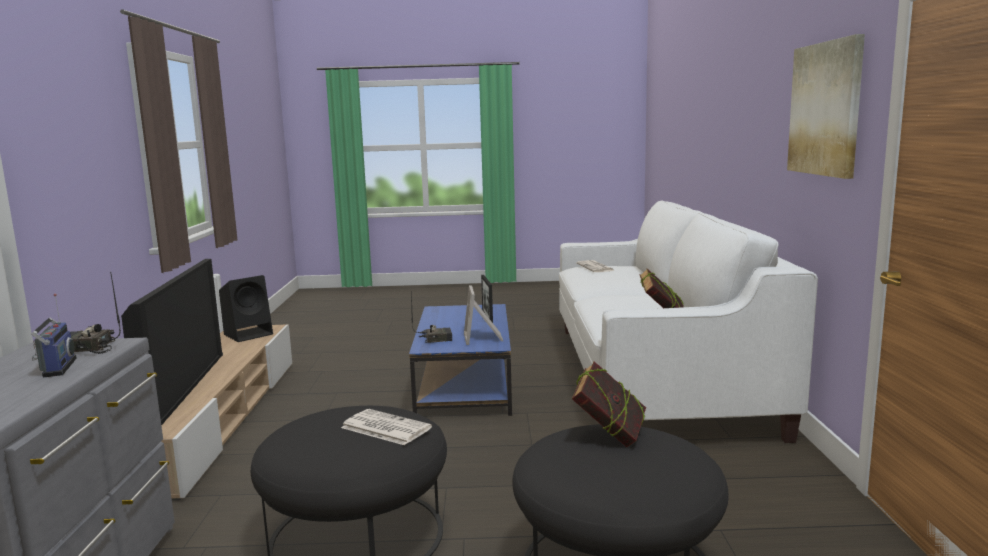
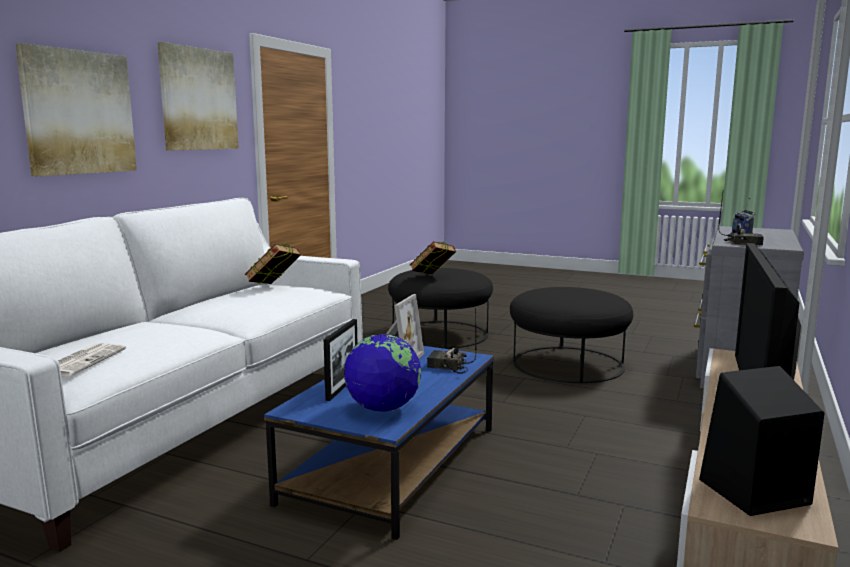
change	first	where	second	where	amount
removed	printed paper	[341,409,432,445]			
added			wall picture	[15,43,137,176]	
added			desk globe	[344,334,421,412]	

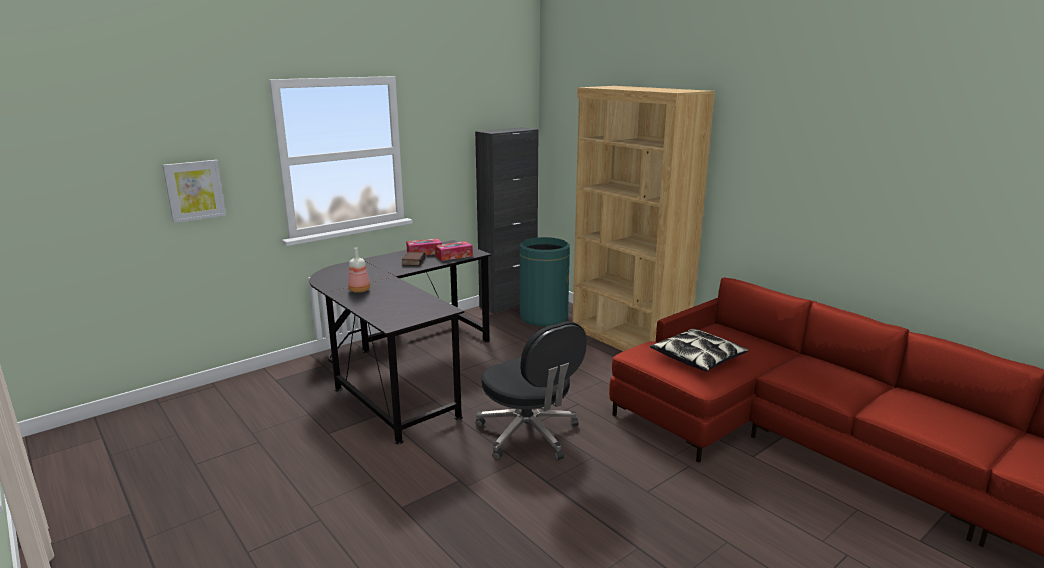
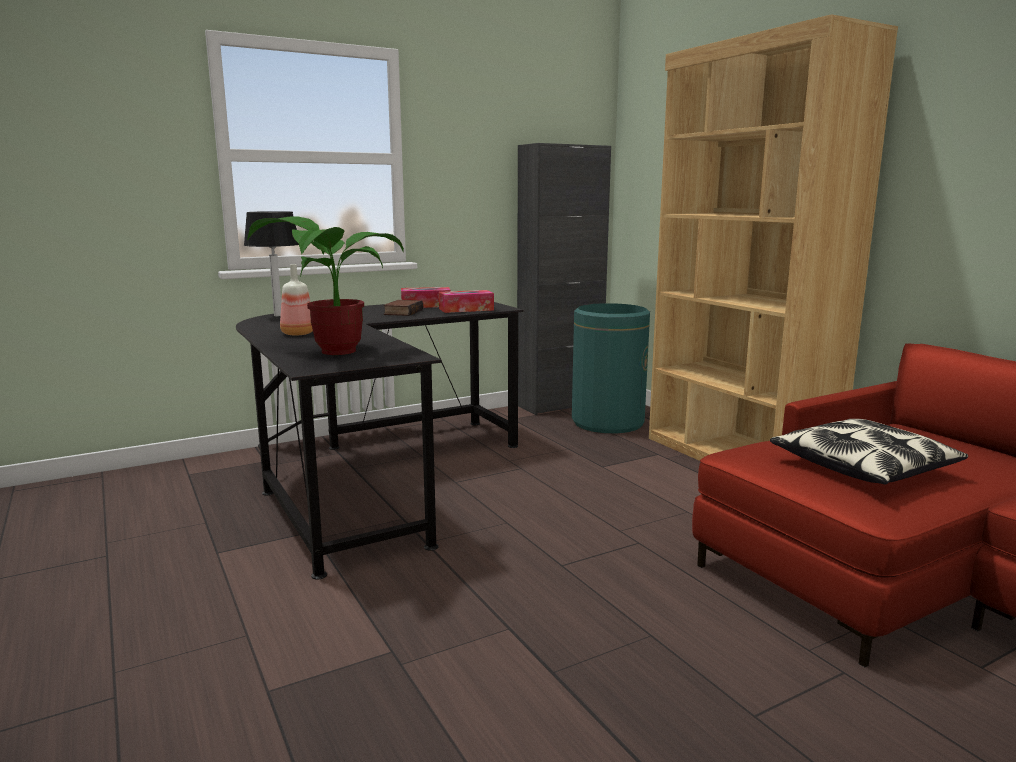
change	first	where	second	where	amount
removed	wall picture	[162,160,226,223]			
removed	blackish desk chair	[476,321,587,460]			
added			table lamp	[244,211,299,316]	
added			houseplant	[247,217,404,355]	

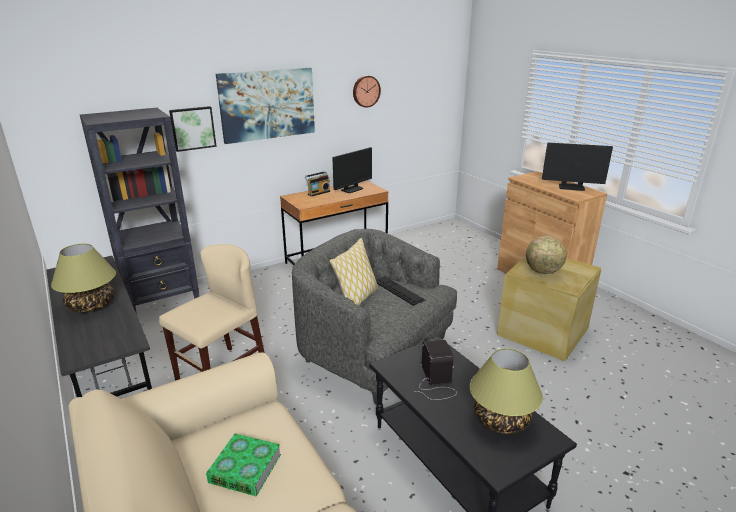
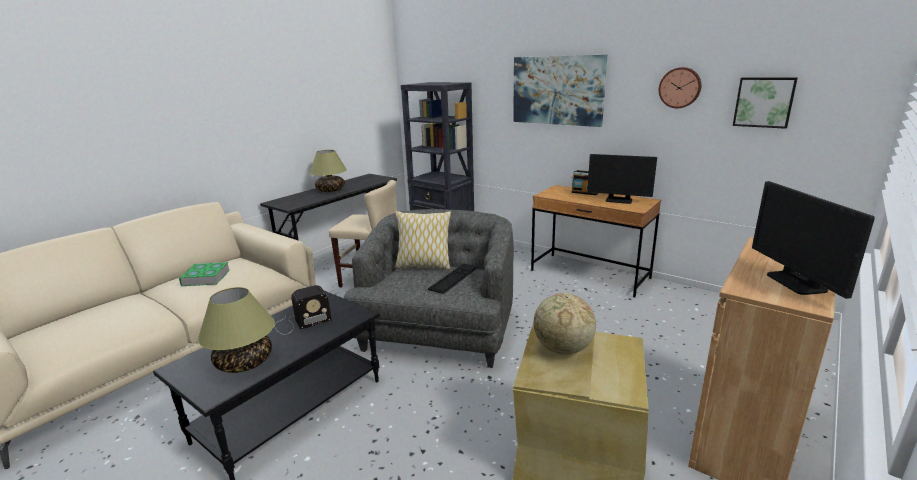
change	first	where	second	where	amount
moved	wall picture	[169,106,217,152]		[733,78,798,129]	

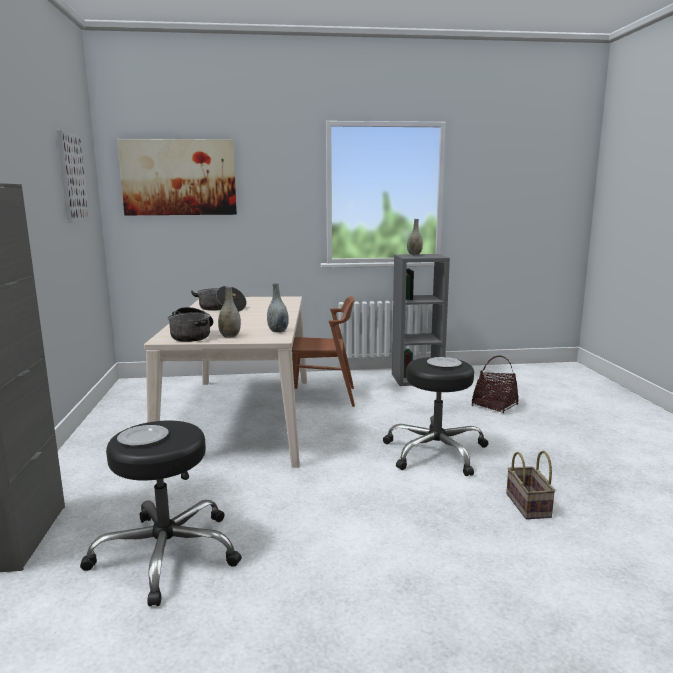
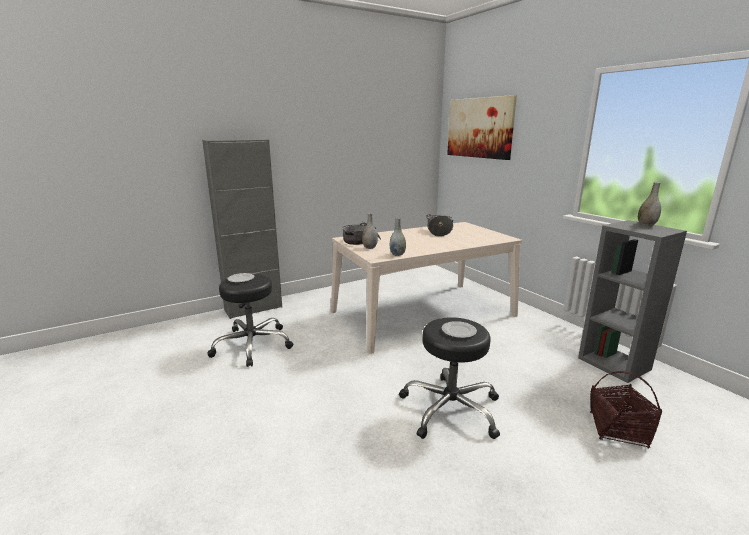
change	first	where	second	where	amount
removed	wall picture	[57,130,90,223]			
removed	brown-coloured plain chair	[292,296,355,407]			
removed	household basket	[506,451,556,519]			

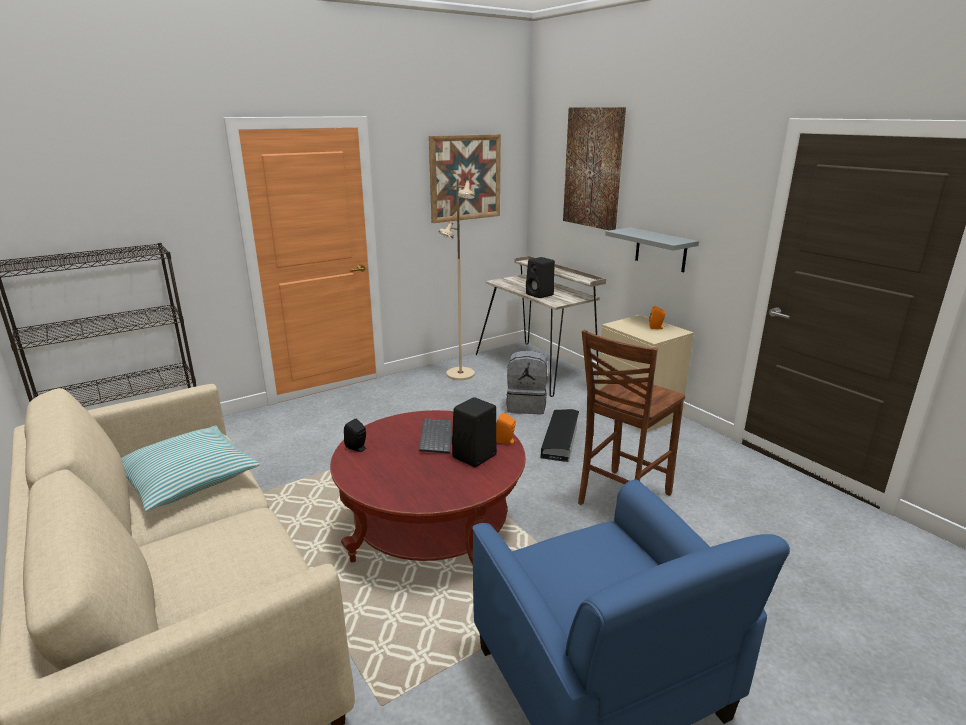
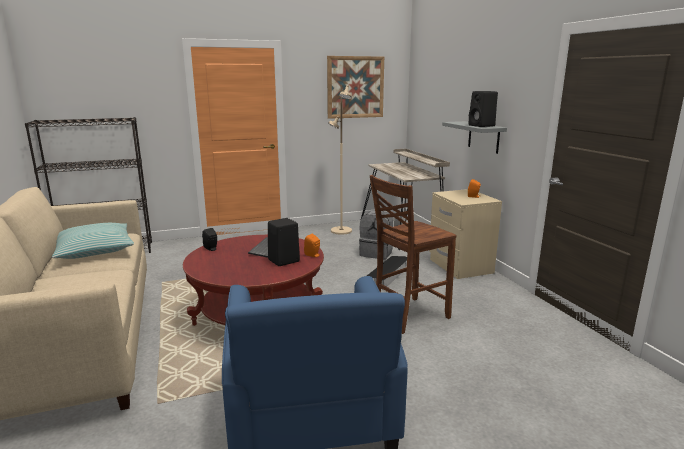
change	first	where	second	where	amount
removed	wall picture	[563,107,626,230]			
moved	blackish speaker	[526,257,555,298]		[469,91,498,127]	

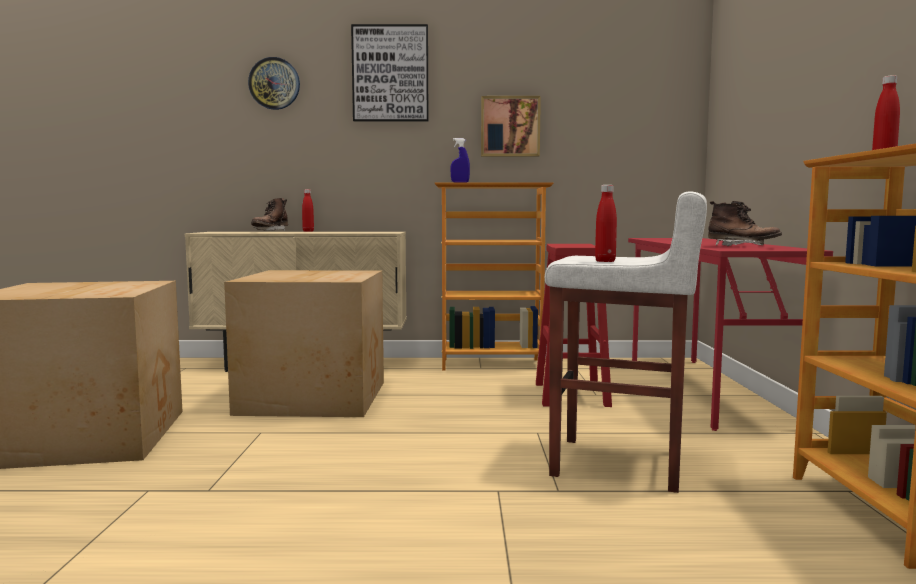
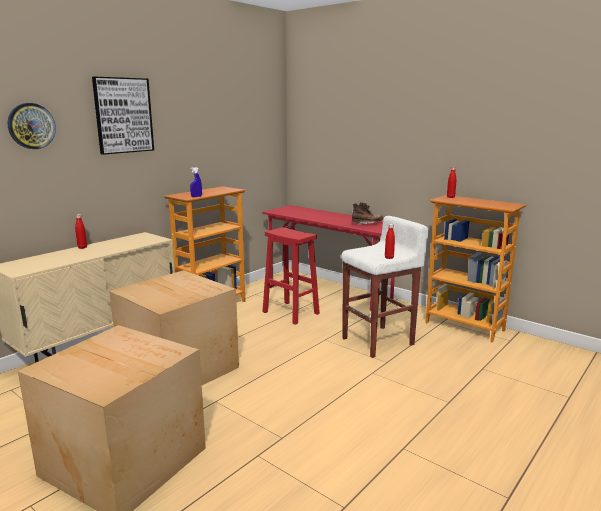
change	first	where	second	where	amount
removed	brown-coloured boot	[251,198,288,231]			
removed	wall picture	[481,96,541,157]			

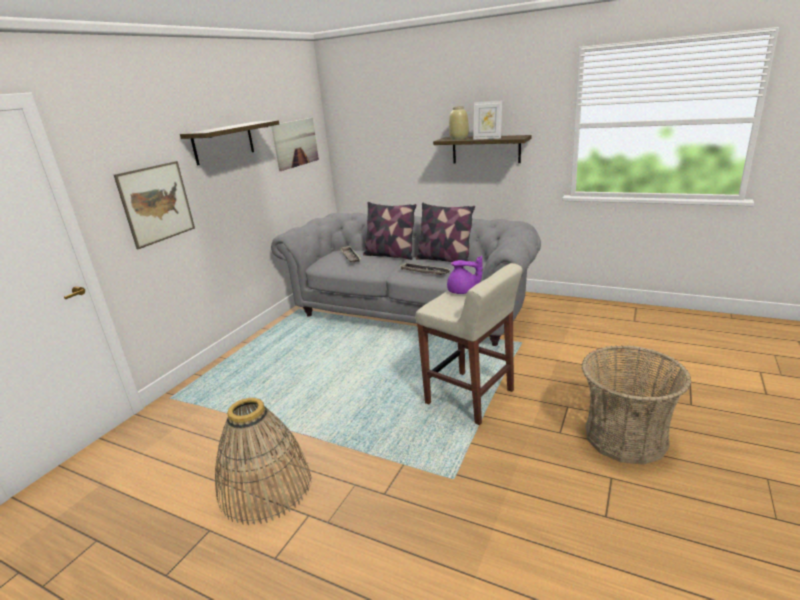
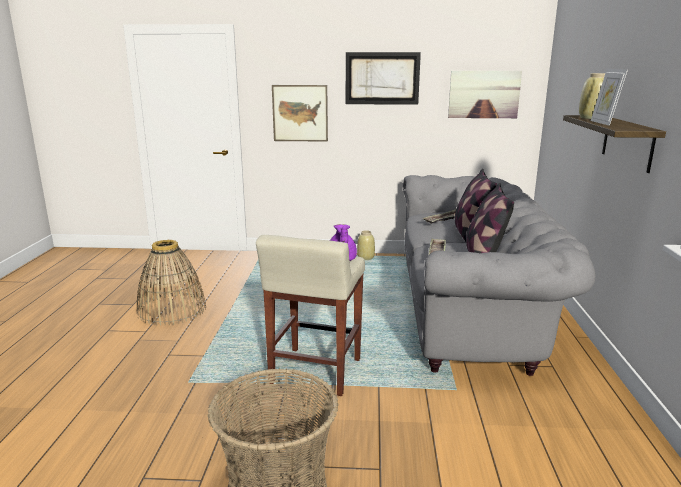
change	first	where	second	where	amount
added			beige decorative vase	[357,230,375,260]	
replaced	bracket shelf	[180,120,279,165]	wall picture	[346,52,421,105]	

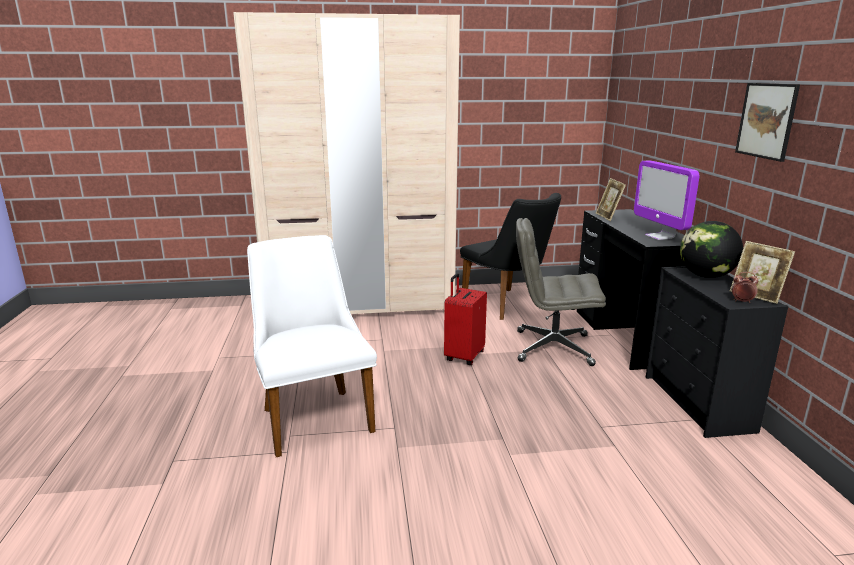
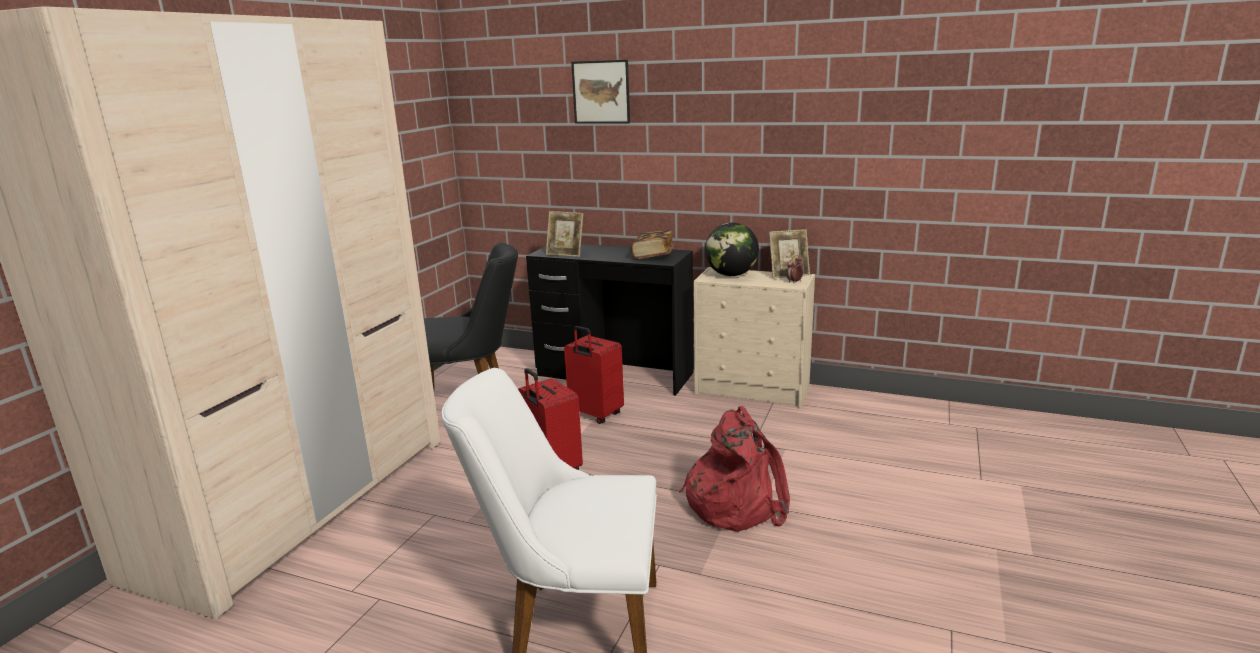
change	first	where	second	where	amount
added			reddish rucksack	[679,406,790,531]	
moved	wall picture	[735,83,800,162]		[571,60,630,124]	
replaced	gray desk chair	[516,218,606,366]	reddish piece of luggage	[564,326,624,424]	
replaced	computer display	[634,160,700,240]	volume	[632,230,674,259]	
recoloured	blackish drawer chest	[646,266,788,438]	beige drawer chest	[694,267,815,409]	

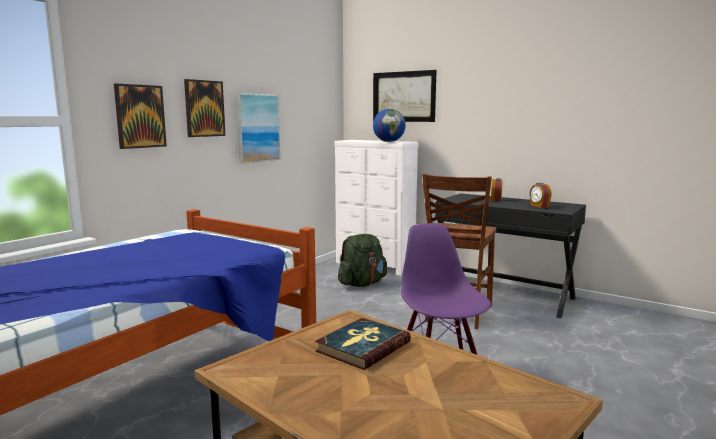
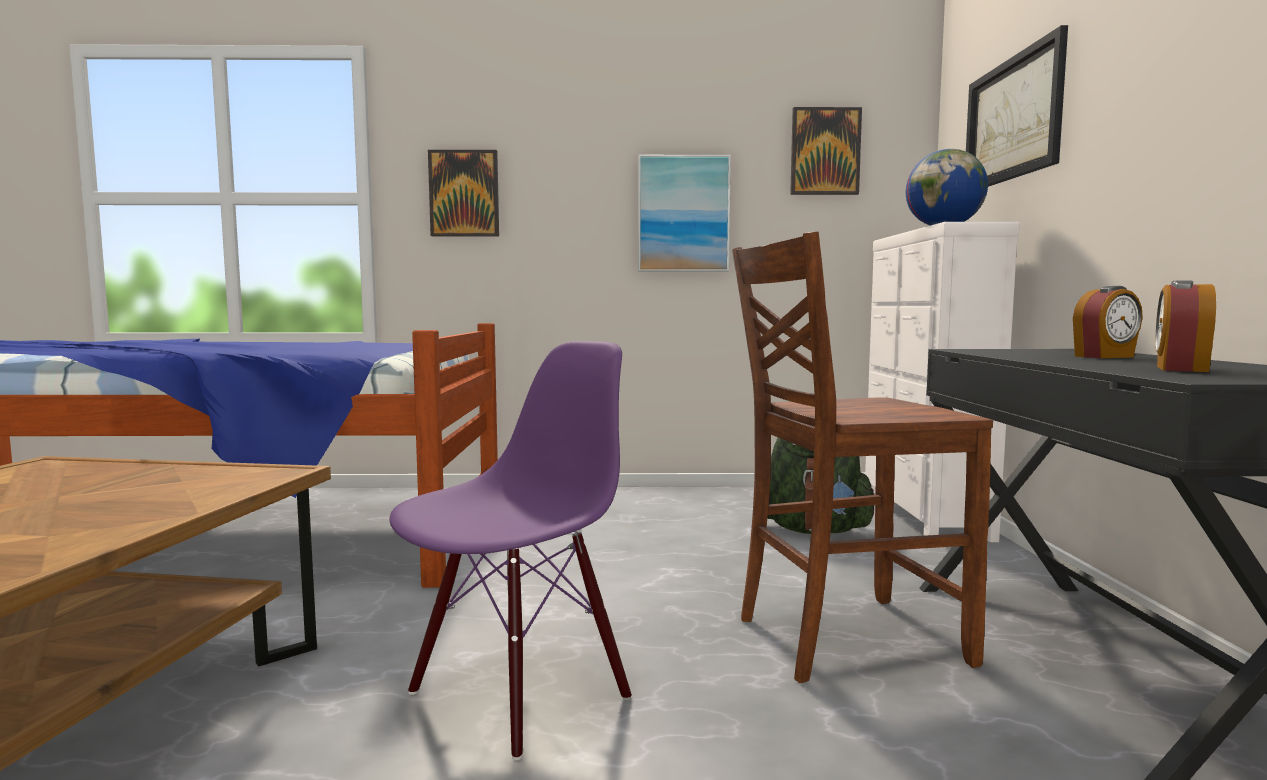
change	first	where	second	where	amount
removed	volume	[315,318,411,370]			
moved	wall picture	[184,79,225,137]		[790,107,862,195]	

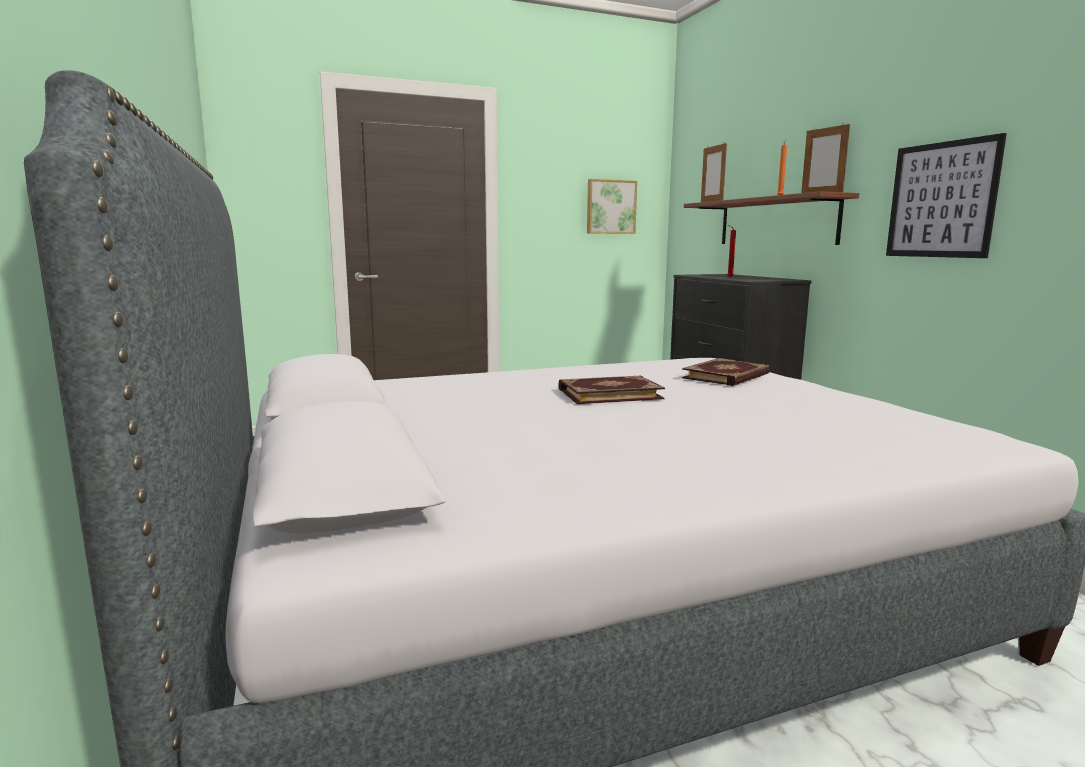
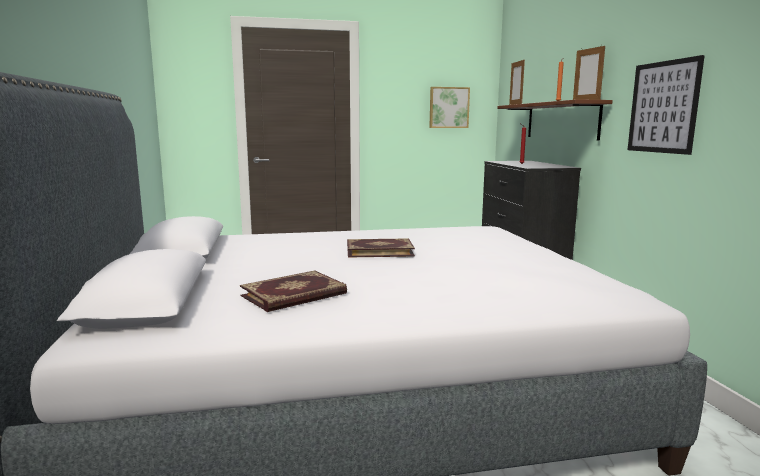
change	first	where	second	where	amount
moved	volume	[682,358,770,386]		[240,271,347,312]	

